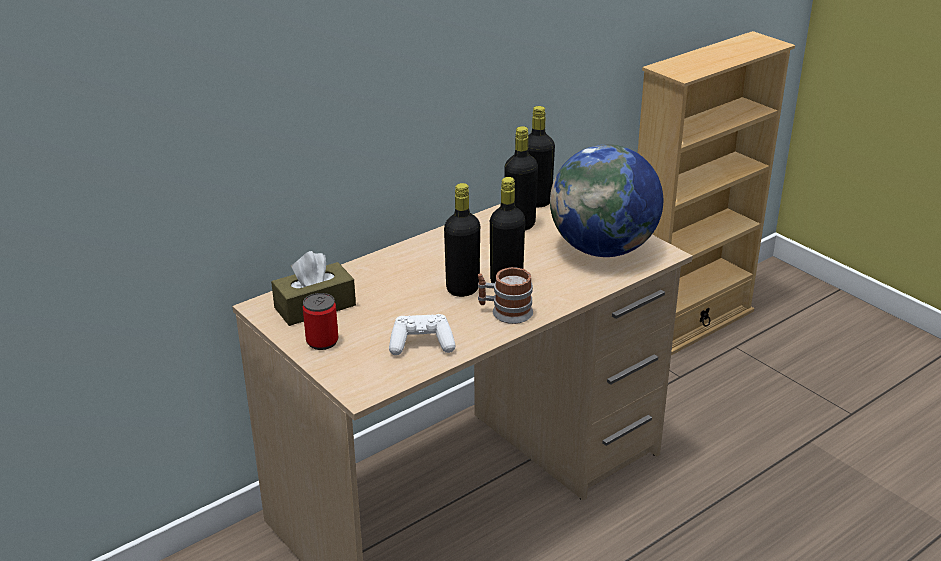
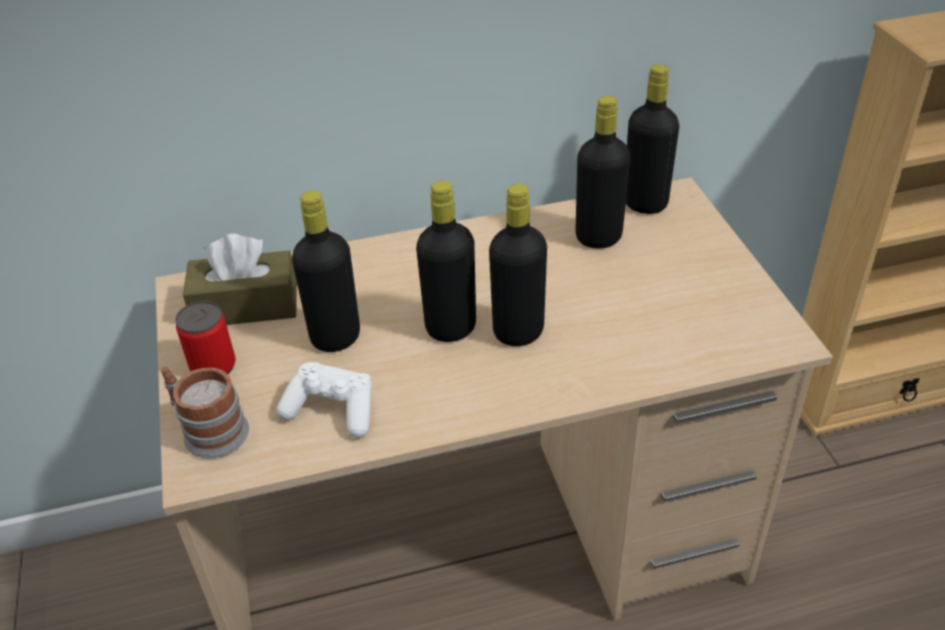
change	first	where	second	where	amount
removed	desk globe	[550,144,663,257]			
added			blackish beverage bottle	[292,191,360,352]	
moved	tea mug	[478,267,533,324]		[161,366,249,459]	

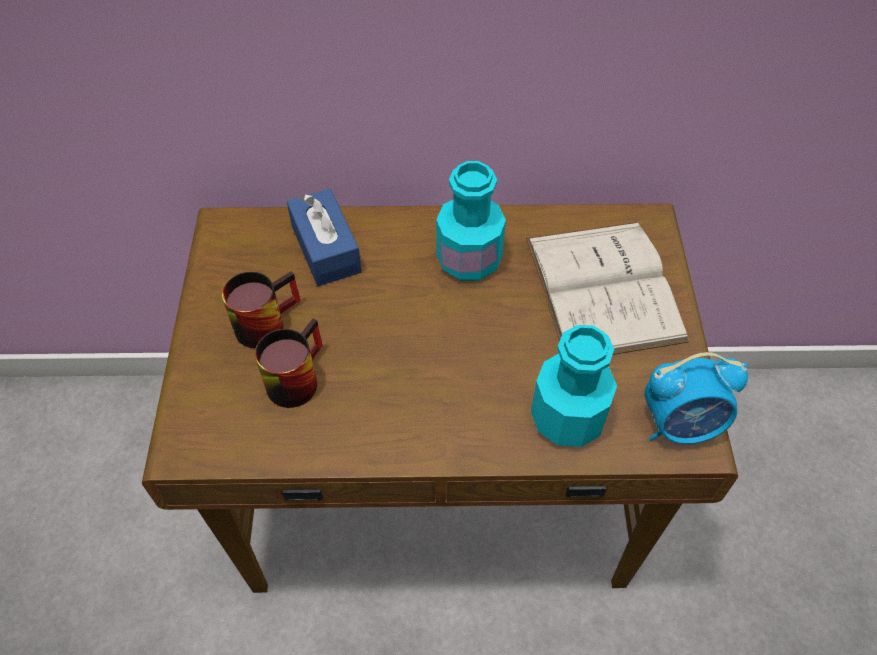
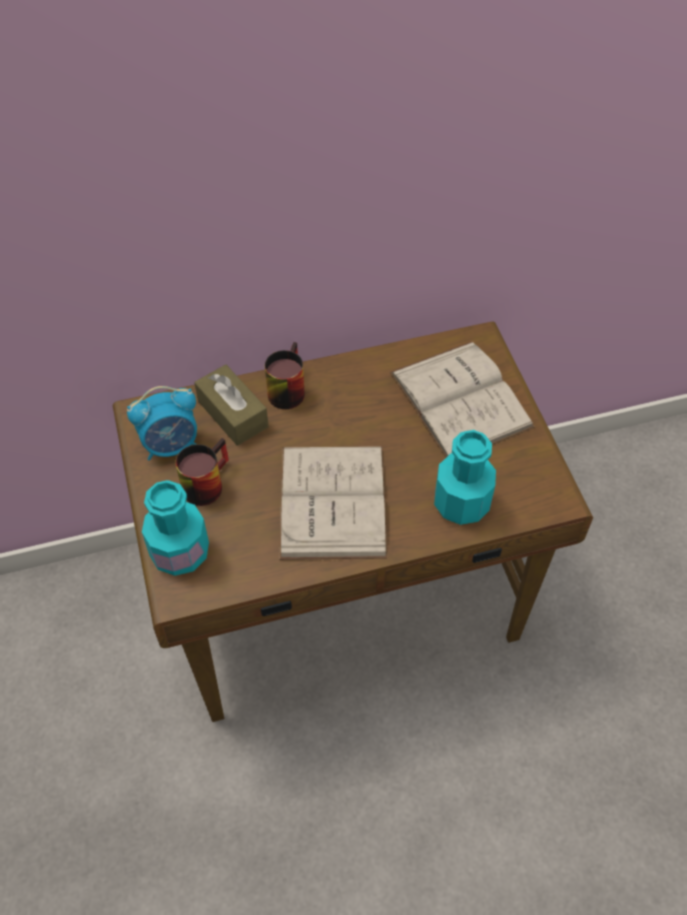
change	first	where	second	where	amount
added			white volume	[280,446,387,560]	
moved	tea mug	[255,318,323,408]		[265,342,305,409]	
moved	turquoise beverage bottle	[436,161,506,281]		[142,480,209,576]	
moved	bedside clock	[645,352,748,444]		[127,386,197,461]	
recoloured	bluish tissue holder	[287,188,362,286]	brown-coloured tissue holder	[194,365,269,446]	

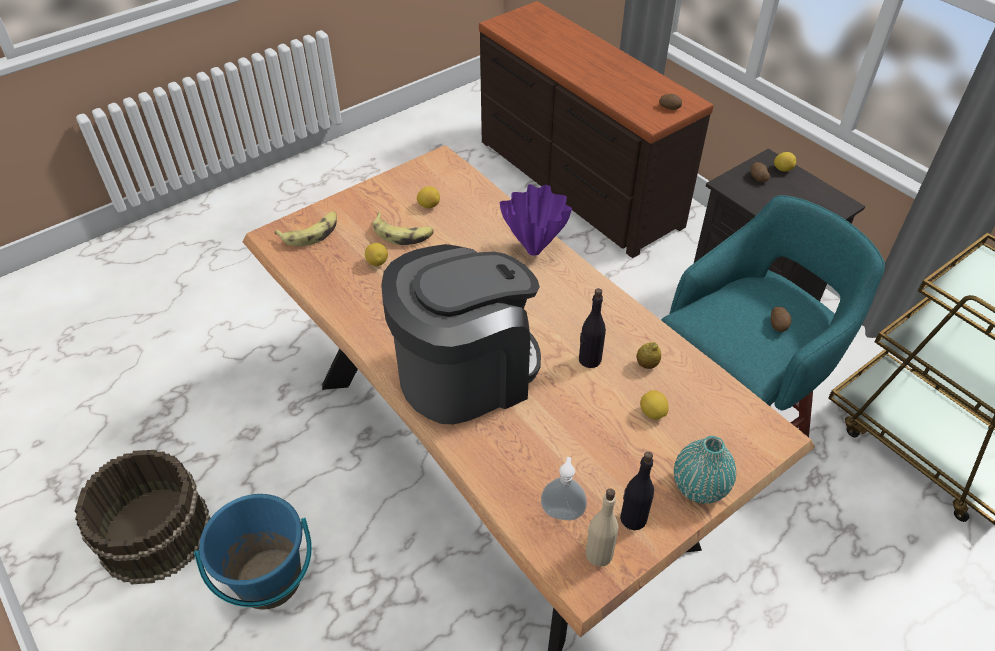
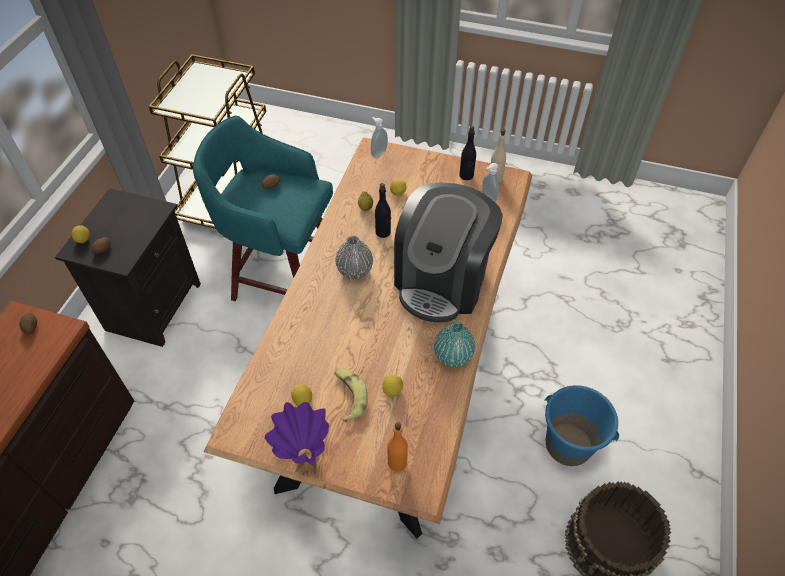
change	first	where	second	where	amount
added			gray decorative vase	[336,236,373,279]	
added			liquid soap bottle	[371,117,388,158]	
moved	purple-coloured decorative vase	[500,184,572,256]		[265,402,329,465]	
moved	turquoise decorative vase	[674,436,736,504]		[434,322,475,367]	
replaced	banana	[275,211,337,246]	orange beverage bottle	[388,422,408,472]	
turned	coffee maker	[381,244,541,424]		[394,183,503,323]	90 degrees counterclockwise

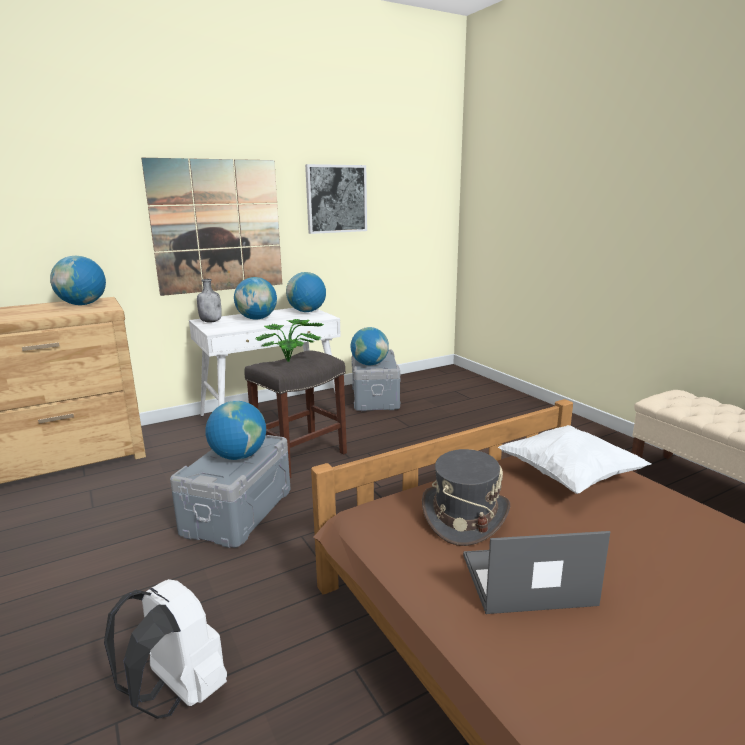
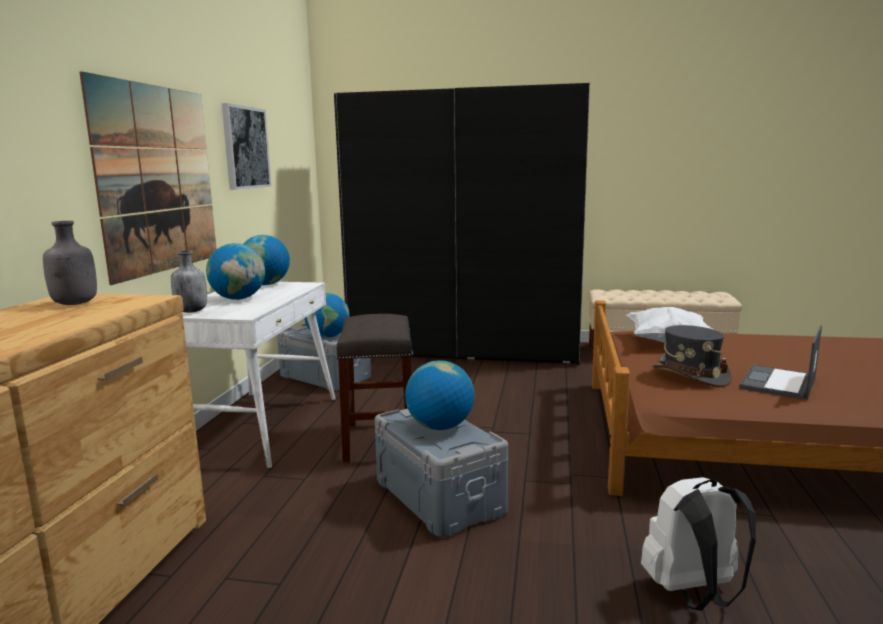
change	first	where	second	where	amount
removed	houseplant	[256,319,324,362]			
added			blackish clothes cupboard	[334,83,590,365]	
replaced	desk globe	[50,256,106,305]	gray beverage bottle	[43,221,97,305]	

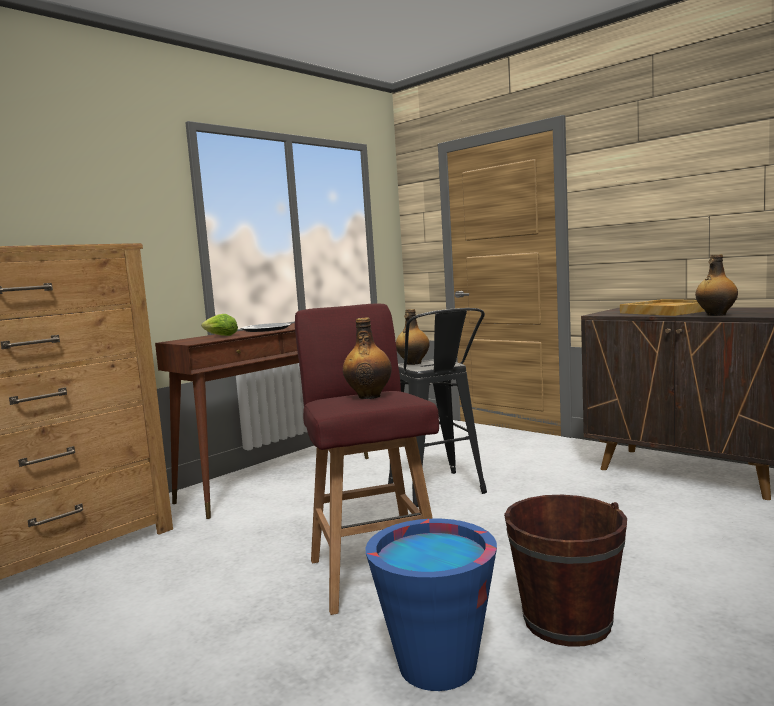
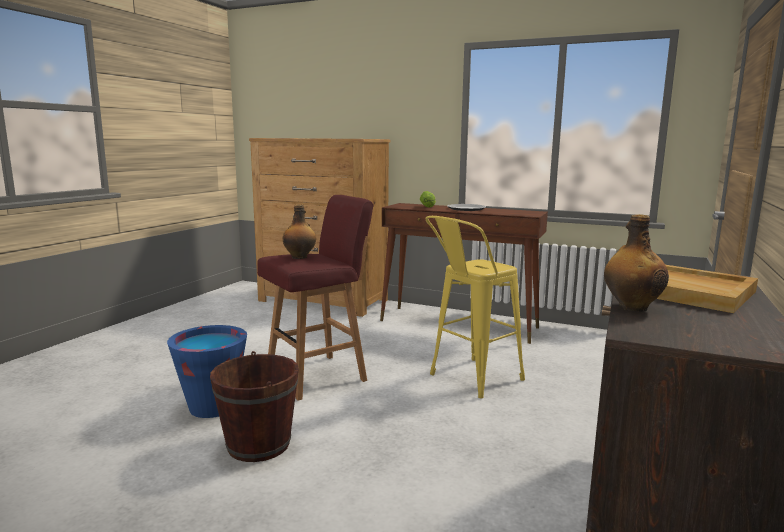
change	first	where	second	where	amount
removed	beverage bottle	[396,309,430,365]			
recoloured	blackish stool	[388,308,487,507]	yellow-coloured stool	[426,216,525,398]	

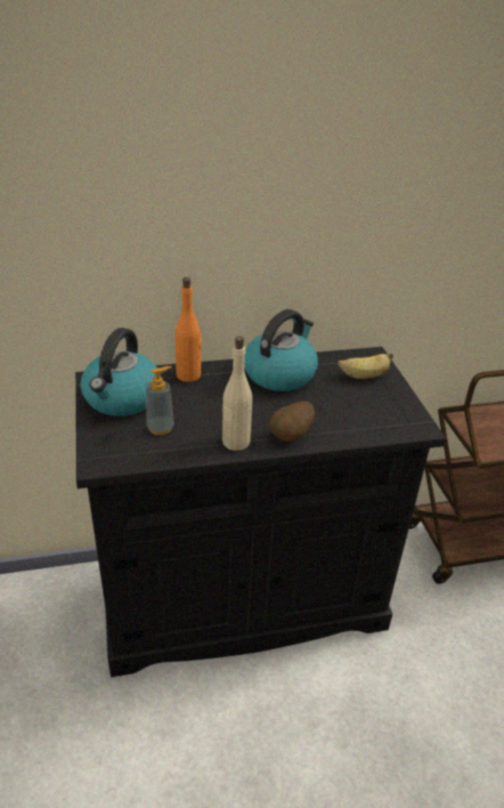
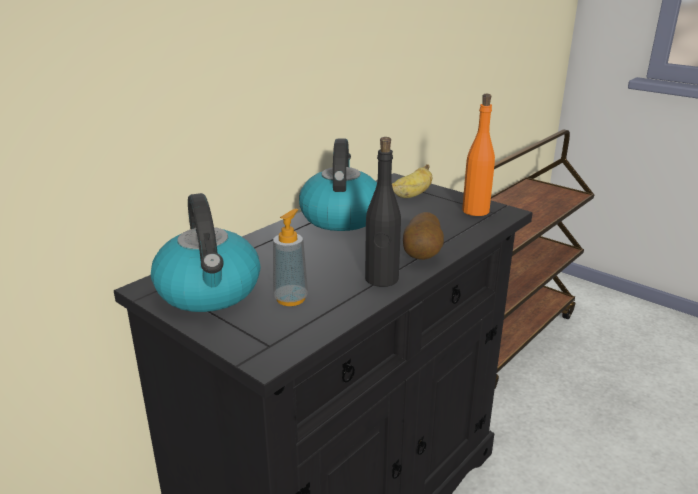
change	first	where	second	where	amount
moved	orange beverage bottle	[175,277,202,382]		[462,94,495,216]	
recoloured	beige beverage bottle	[222,336,252,451]	blackish beverage bottle	[365,137,401,287]	

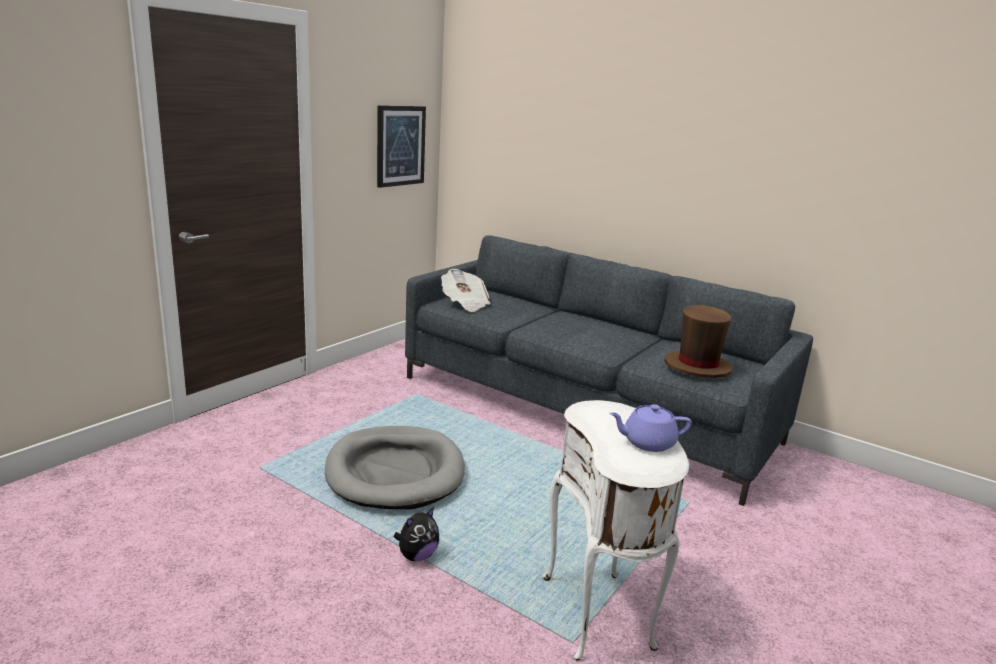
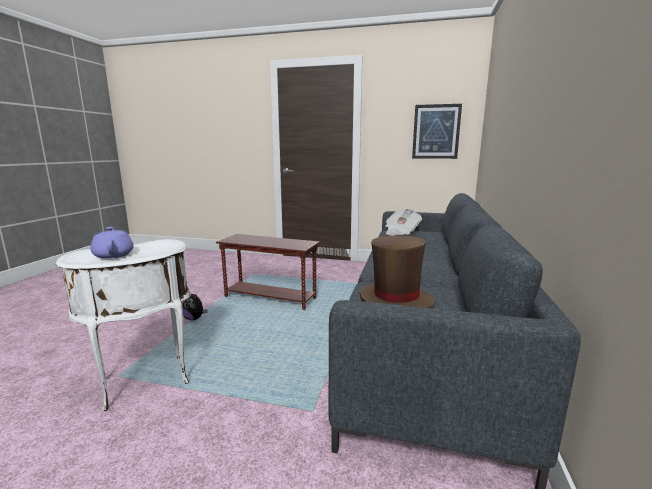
change	first	where	second	where	amount
replaced	gray dog cushion	[325,426,465,509]	brown-coloured side table	[216,234,320,310]	

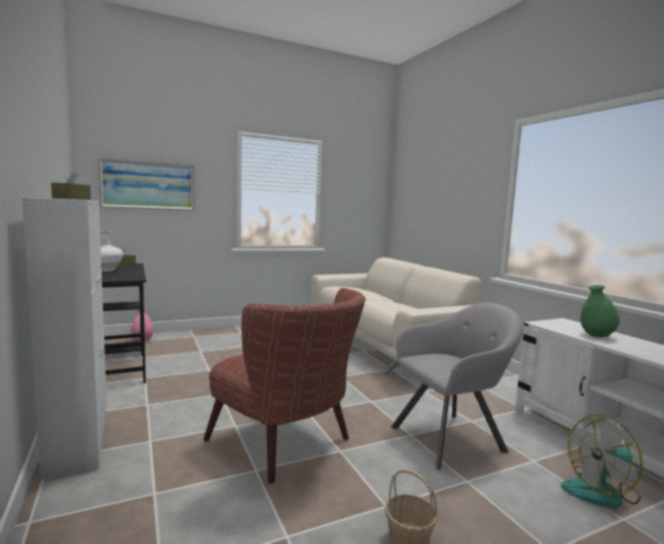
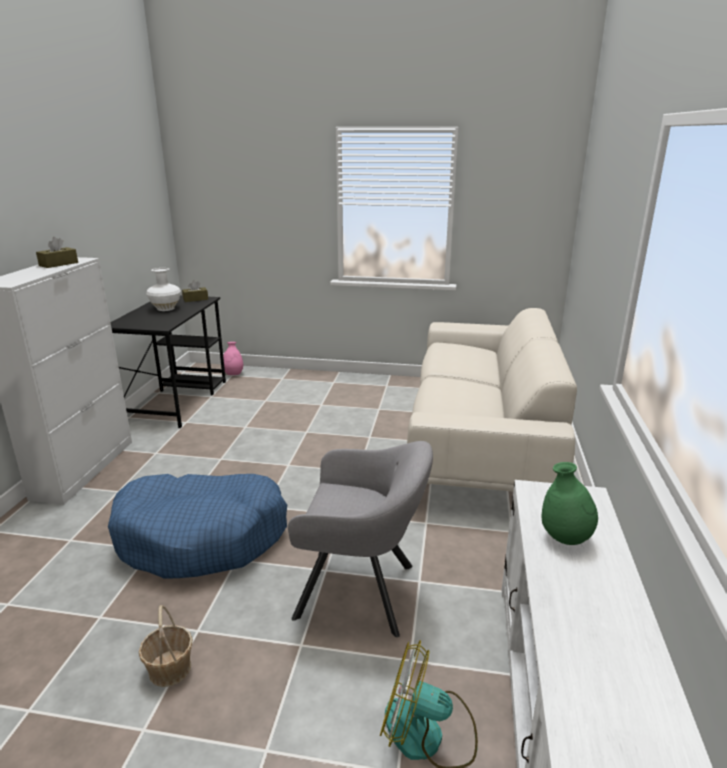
change	first	where	second	where	amount
removed	wall picture	[98,158,194,211]			
replaced	brown-coloured armchair	[203,288,366,484]	bluish dog cushion	[108,474,287,579]	

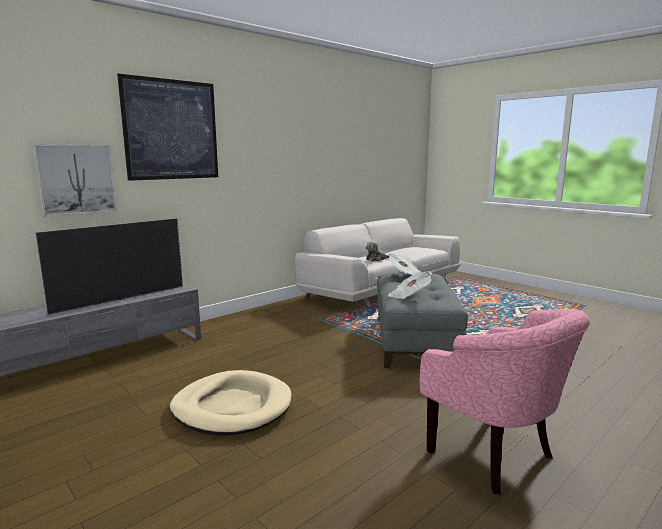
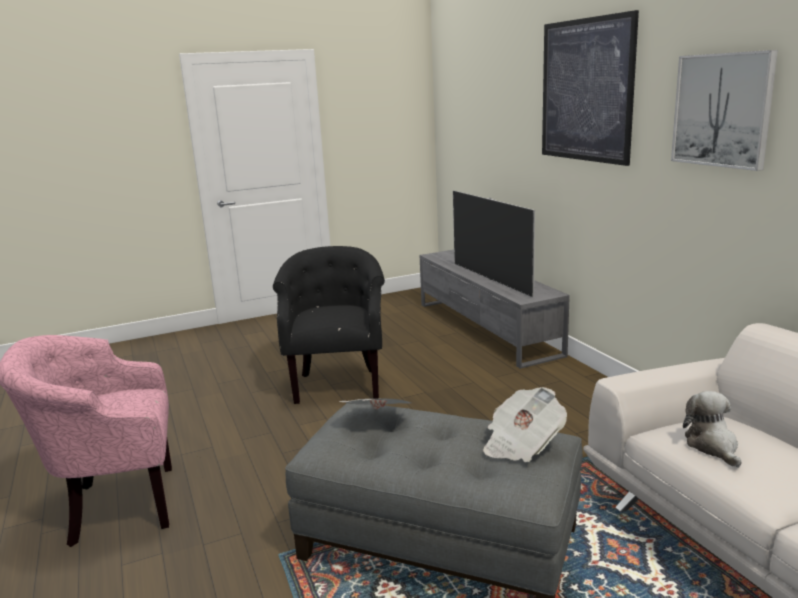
change	first	where	second	where	amount
moved	wall picture	[33,144,117,217]		[671,50,778,171]	
replaced	beige dog cushion	[170,370,291,436]	blackish armchair	[273,246,385,404]	

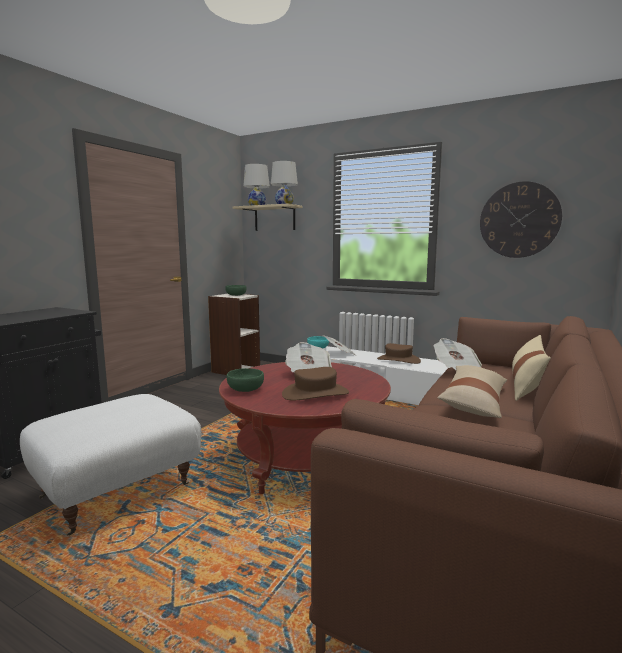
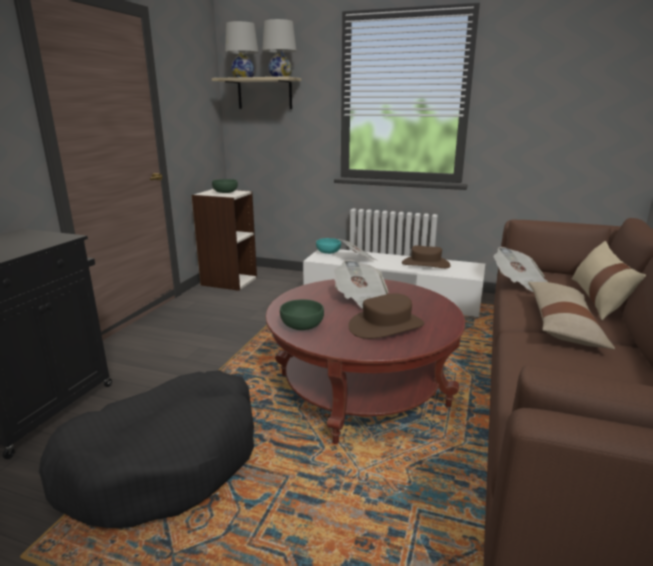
change	first	where	second	where	amount
removed	hanging clock	[480,181,562,258]			
replaced	white pouffe	[20,394,201,536]	blackish dog cushion	[39,370,254,528]	

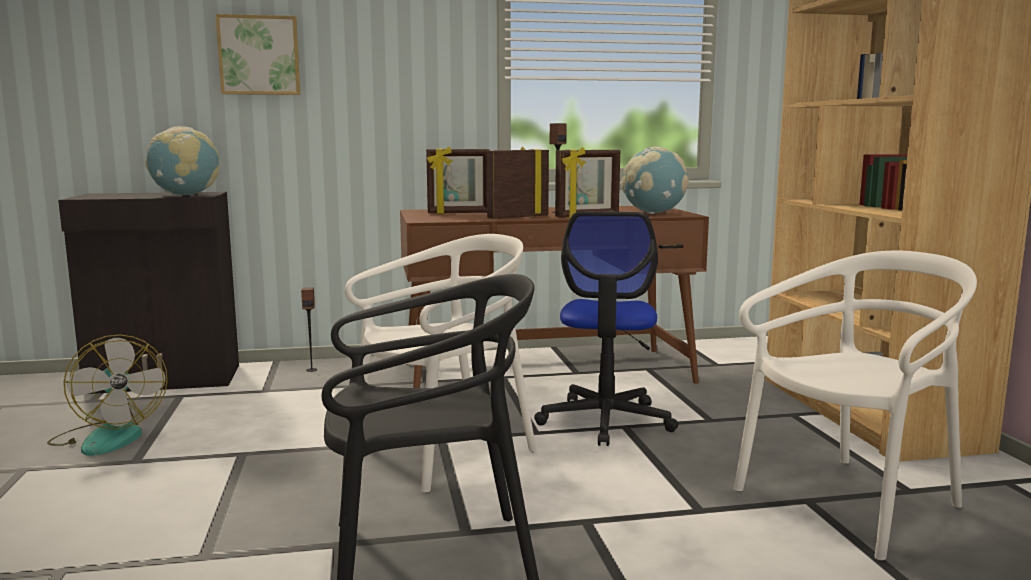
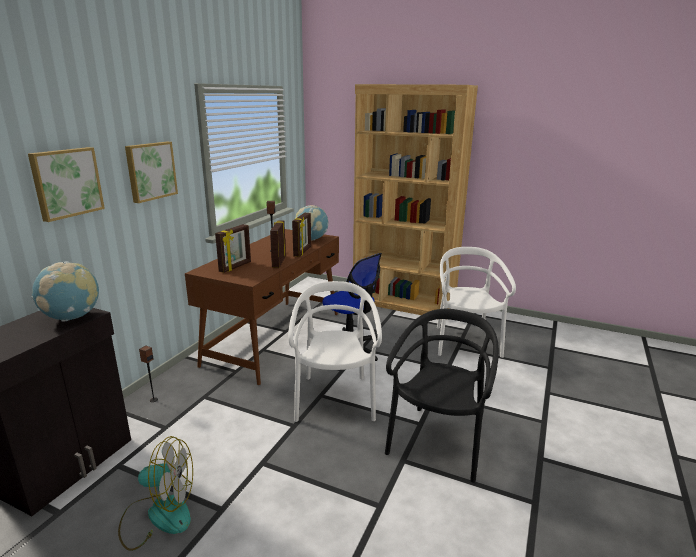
change	first	where	second	where	amount
added			wall picture	[125,142,178,203]	

